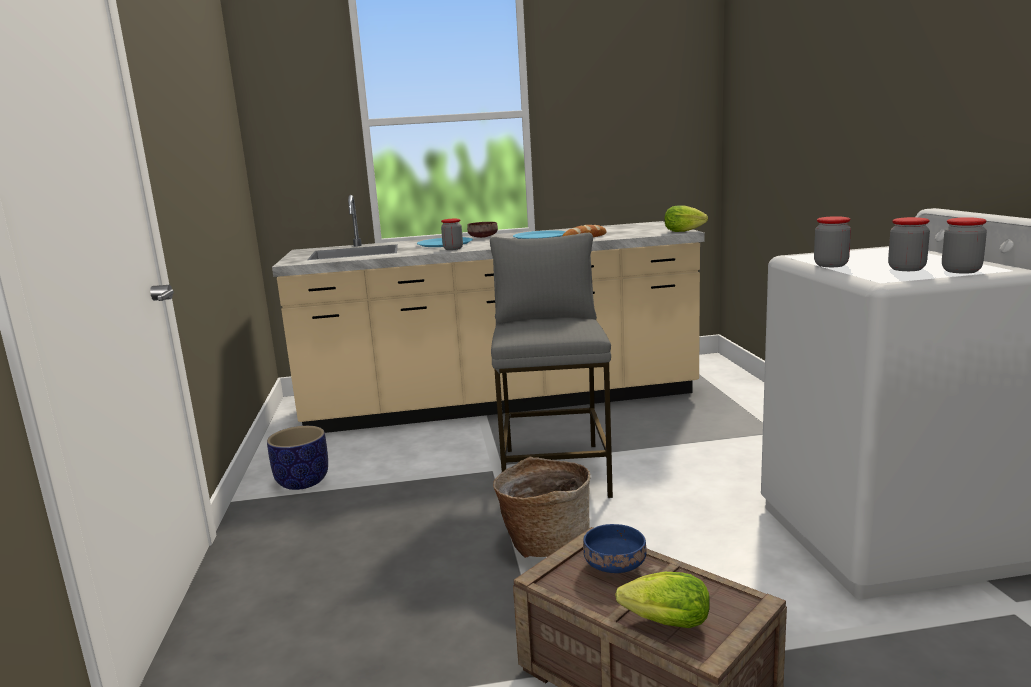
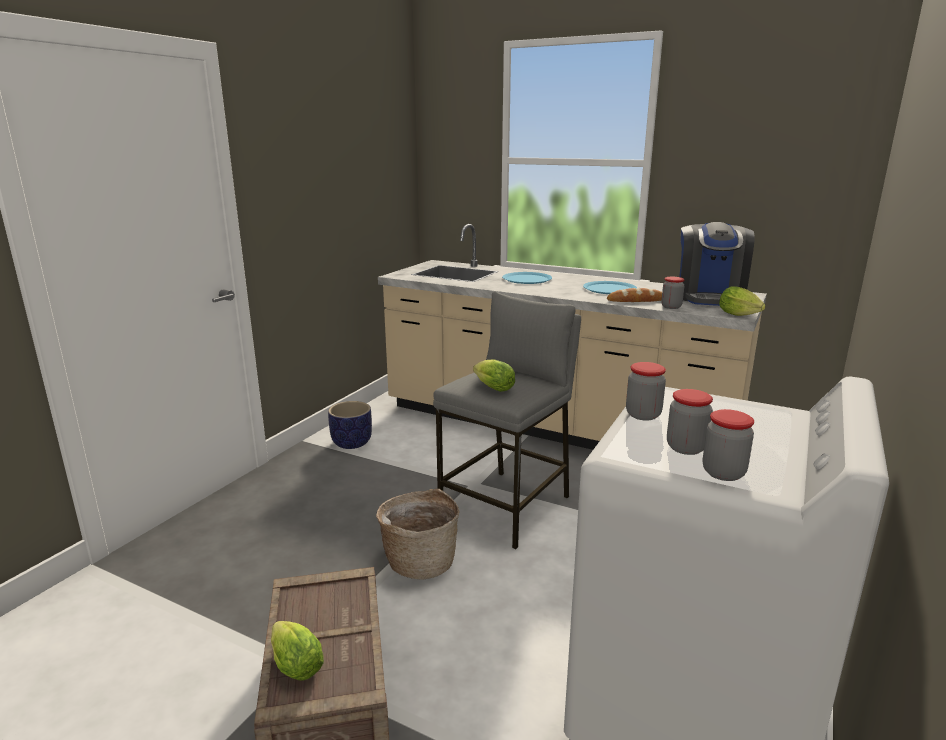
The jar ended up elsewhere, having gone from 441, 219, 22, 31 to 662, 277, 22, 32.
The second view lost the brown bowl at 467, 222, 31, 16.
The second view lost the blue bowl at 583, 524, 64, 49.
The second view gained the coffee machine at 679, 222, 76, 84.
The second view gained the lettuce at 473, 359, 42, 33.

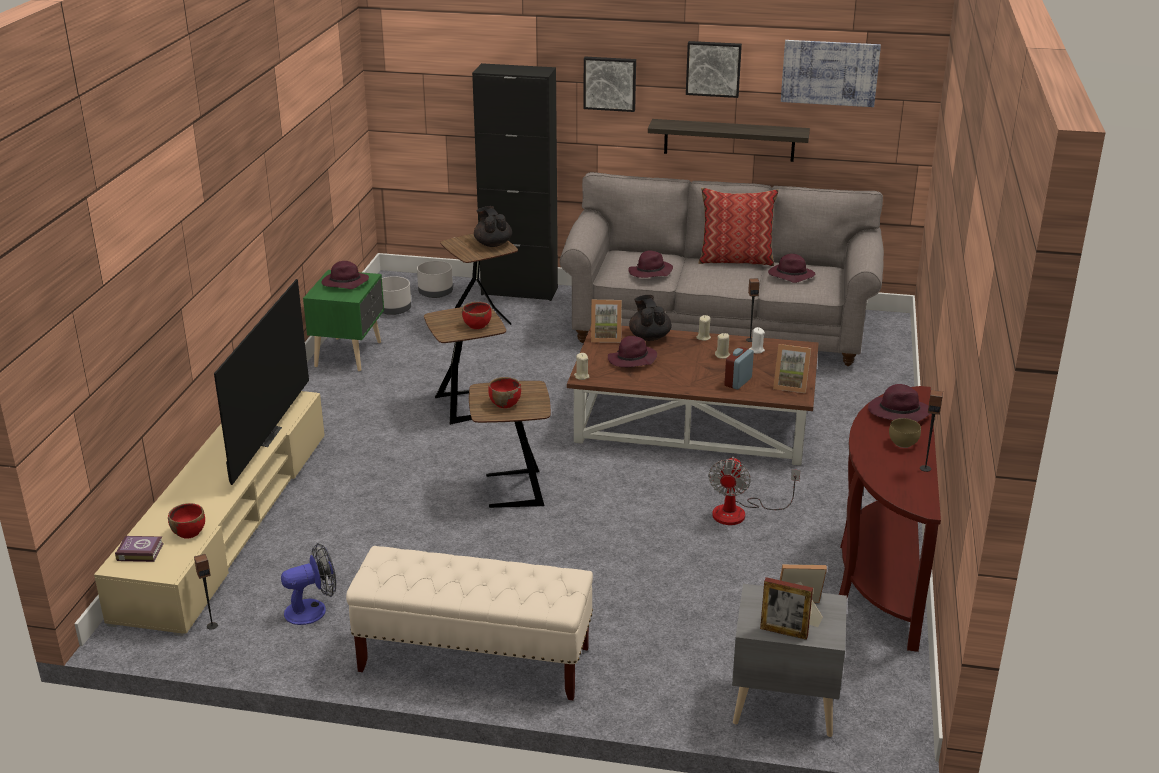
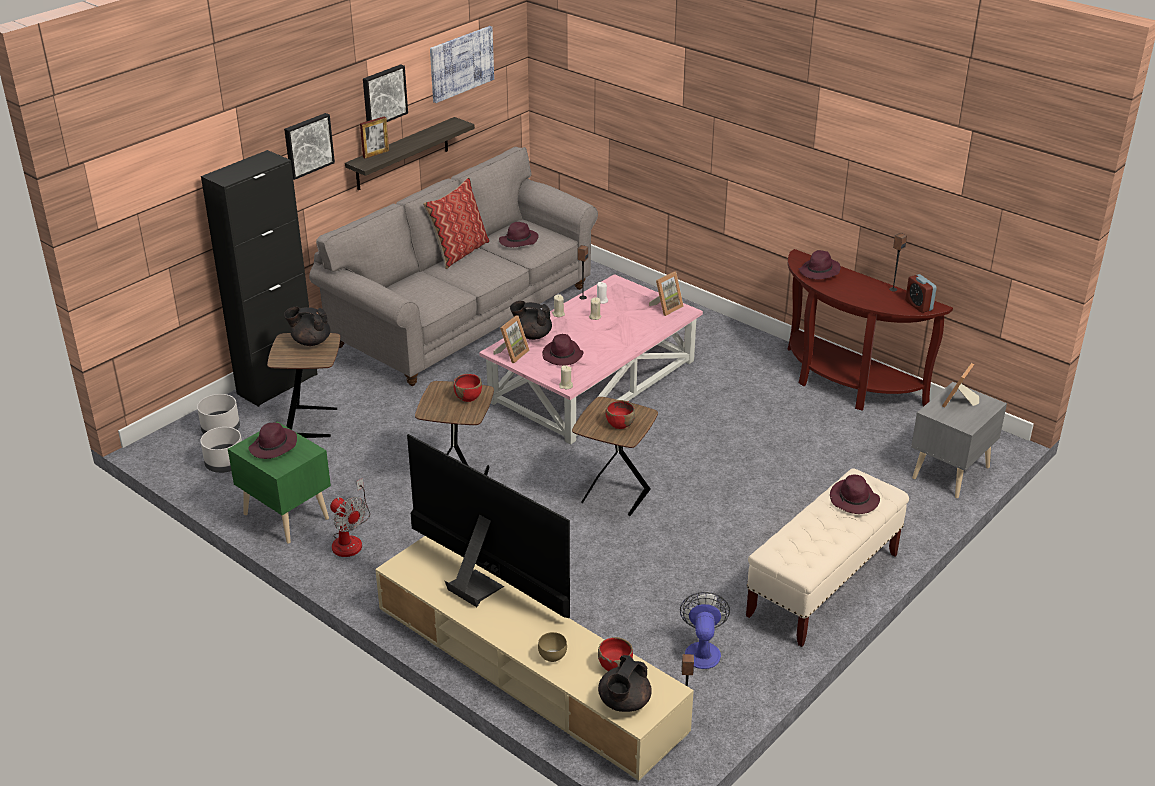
The purple hat ended up elsewhere, having gone from 628, 250, 45, 28 to 830, 474, 50, 40.
What was the brown coffee table at 567, 326, 252, 140 turned into the pink coffee table at 479, 274, 224, 170.
The alarm clock ended up elsewhere, having gone from 724, 347, 30, 42 to 905, 274, 32, 39.
The brown bowl ended up elsewhere, having gone from 889, 418, 32, 30 to 538, 632, 29, 30.
The fan ended up elsewhere, having gone from 708, 457, 93, 68 to 330, 478, 40, 79.
Where the book stood at 115, 536, 49, 26, the black teapot came to stand at 598, 655, 54, 57.
The picture frame ended up elsewhere, having gone from 760, 577, 53, 63 to 360, 116, 29, 42.

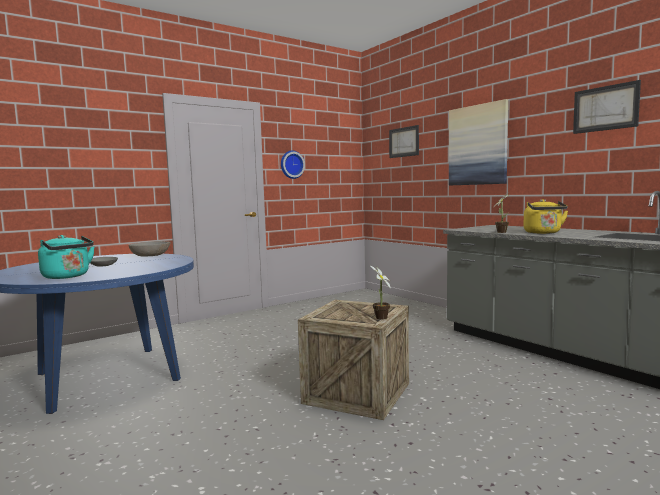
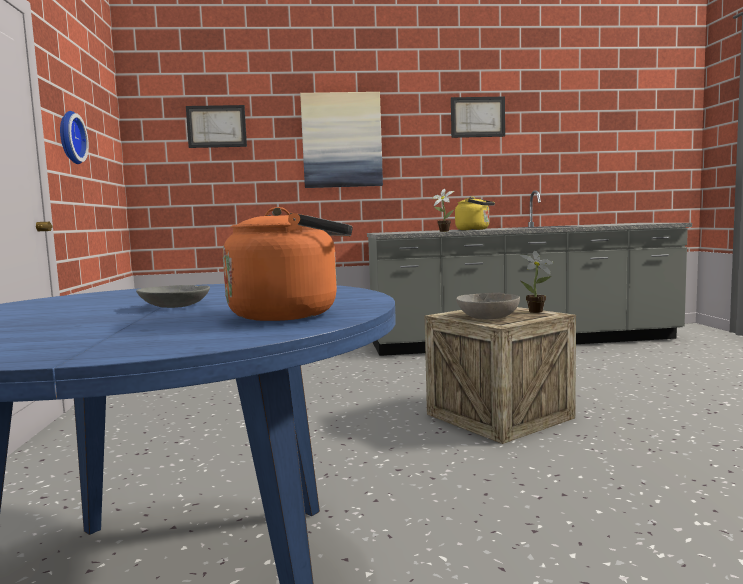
What was the turquoise kettle at 38, 235, 57, 44 turned into the orange kettle at 223, 207, 130, 114.
The grey bowl ended up elsewhere, having gone from 128, 241, 42, 16 to 456, 293, 64, 26.

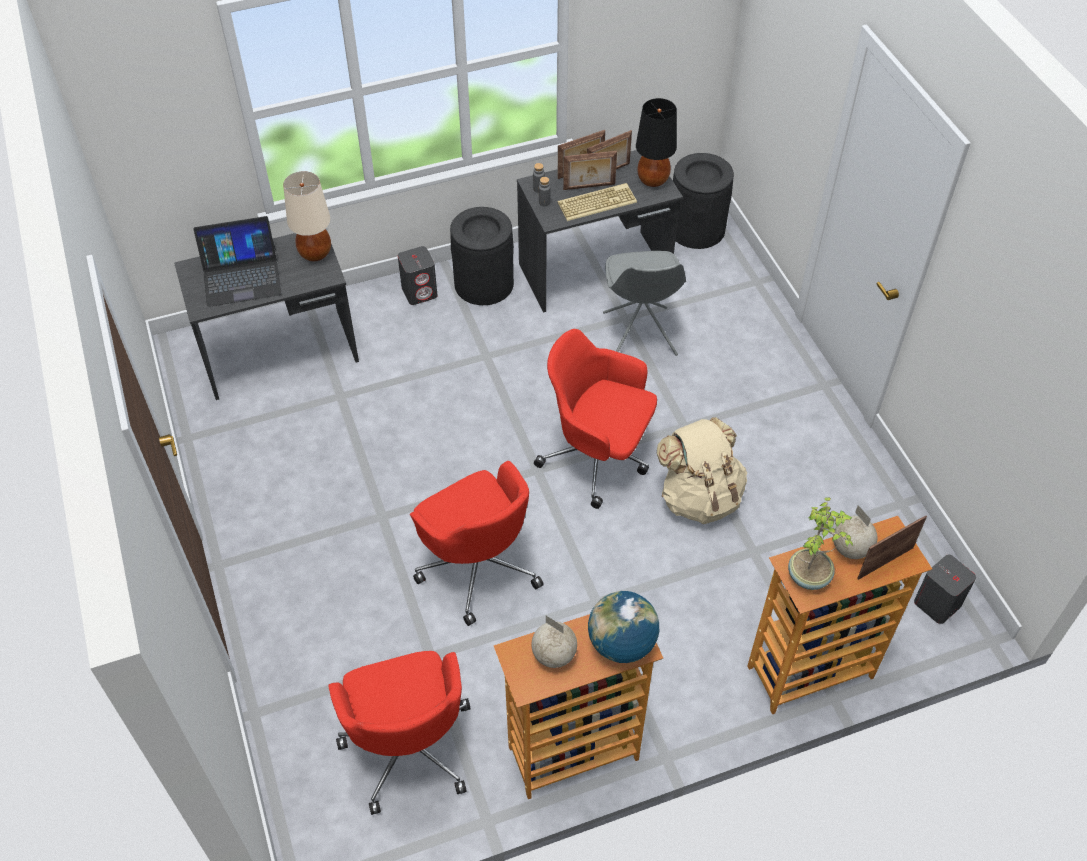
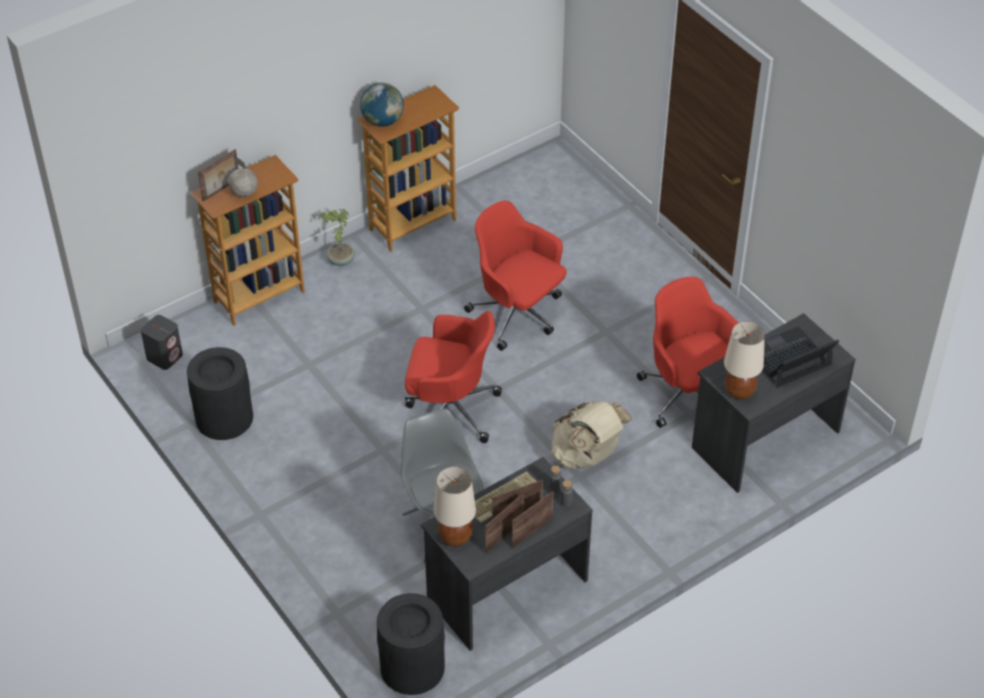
What was the black table lamp at 636, 98, 41, 89 turned into the beige table lamp at 434, 467, 42, 80.
The black trash can ended up elsewhere, having gone from 450, 207, 64, 98 to 187, 347, 66, 93.
The second view lost the grey speaker at 398, 246, 39, 59.
The beige backpack ended up elsewhere, having gone from 657, 417, 90, 107 to 551, 401, 81, 68.
The potted plant ended up elsewhere, having gone from 788, 497, 65, 93 to 321, 209, 34, 57.
The second view lost the globe at 531, 616, 46, 52.
The red office chair ended up elsewhere, having gone from 328, 651, 143, 164 to 637, 277, 102, 151.

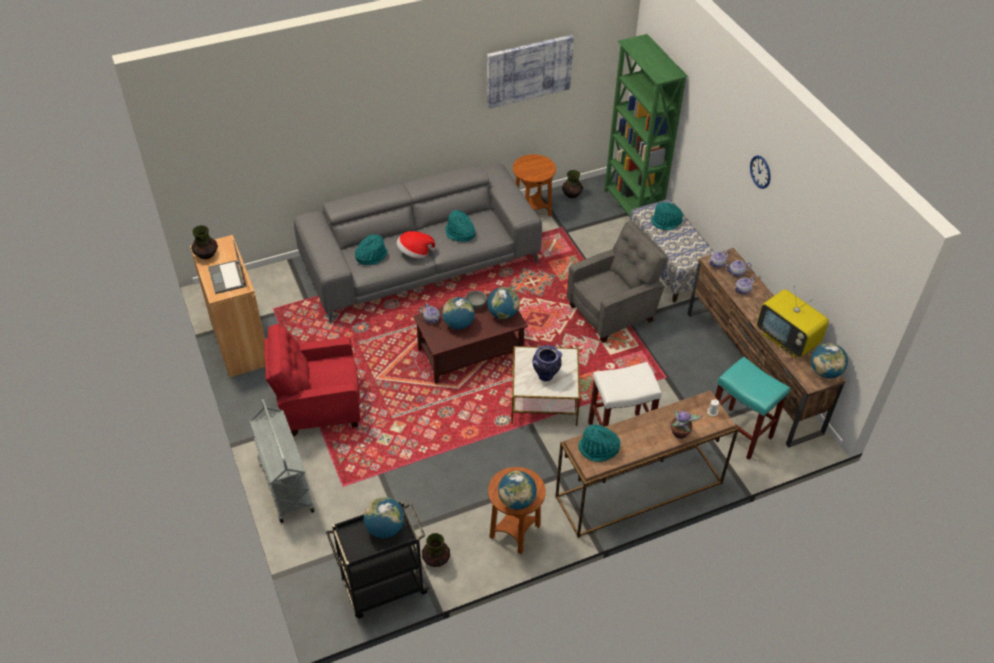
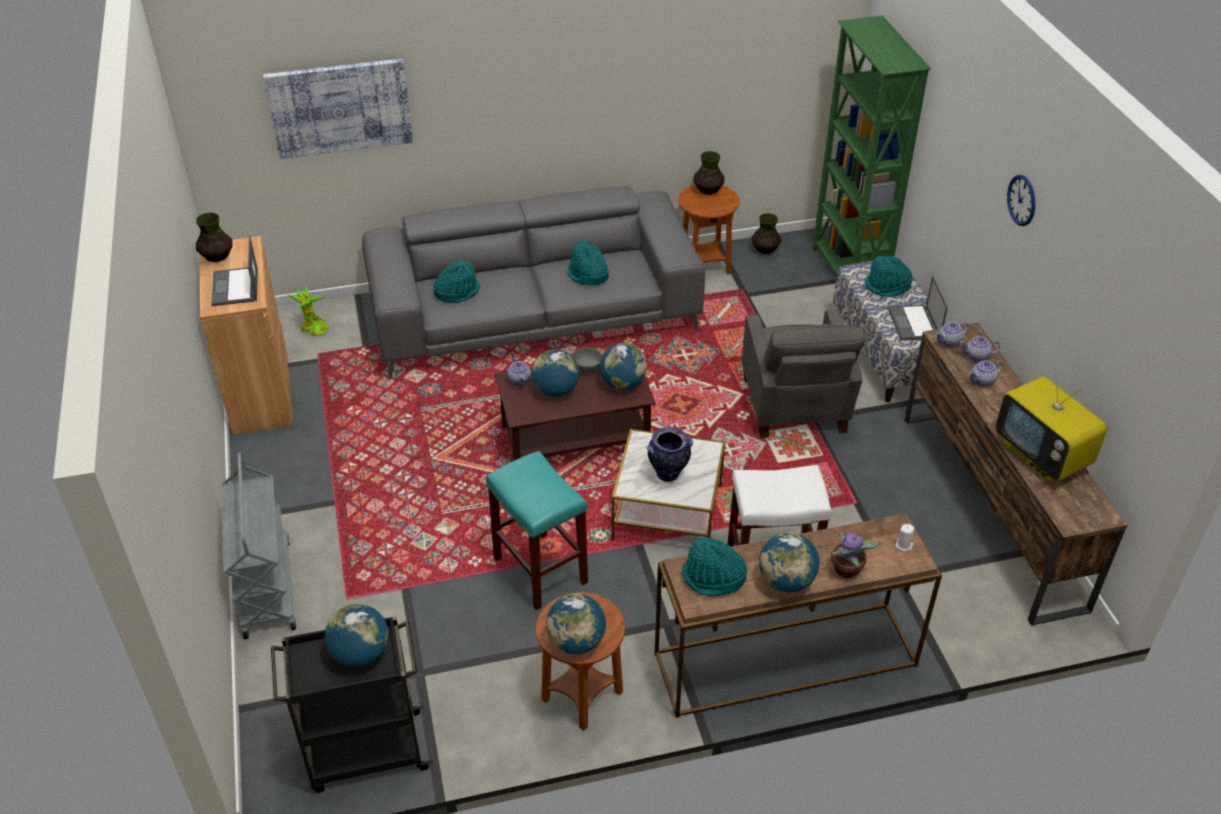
The picture ended up elsewhere, having gone from 487, 35, 87, 74 to 263, 59, 150, 100.
The grey armchair at 567, 221, 101, 122 ended up facing another way, 105 degrees clockwise from before.
The second view lost the hat at 397, 231, 38, 28.
The second view lost the red armchair at 264, 324, 96, 112.
The globe ended up elsewhere, having gone from 811, 343, 37, 35 to 759, 532, 60, 61.
The turquoise stool ended up elsewhere, having gone from 715, 357, 75, 103 to 486, 451, 102, 159.
The vase ended up elsewhere, having gone from 422, 533, 28, 34 to 694, 151, 30, 44.
The second view gained the laptop at 888, 276, 60, 65.
The second view gained the potted plant at 287, 286, 42, 50.

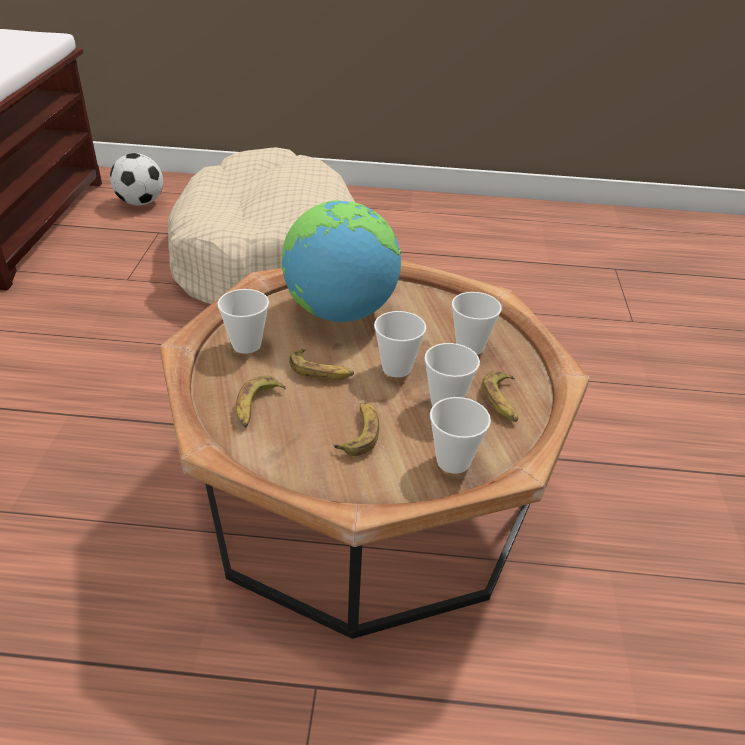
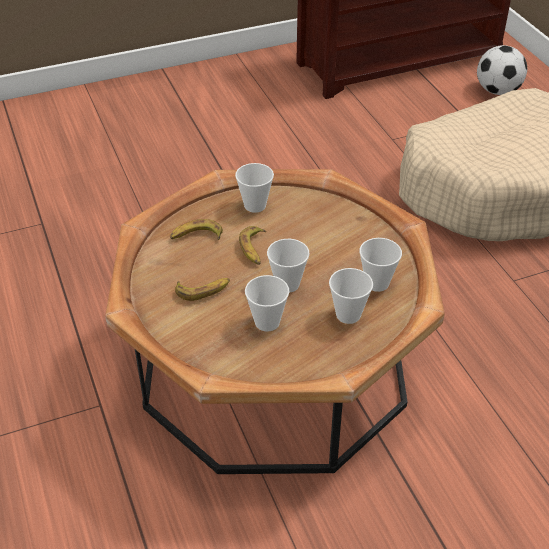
The second view lost the globe at 281, 200, 120, 122.
The second view lost the banana at 482, 371, 36, 51.
The cup ended up elsewhere, having gone from 430, 397, 61, 77 to 359, 238, 43, 54.

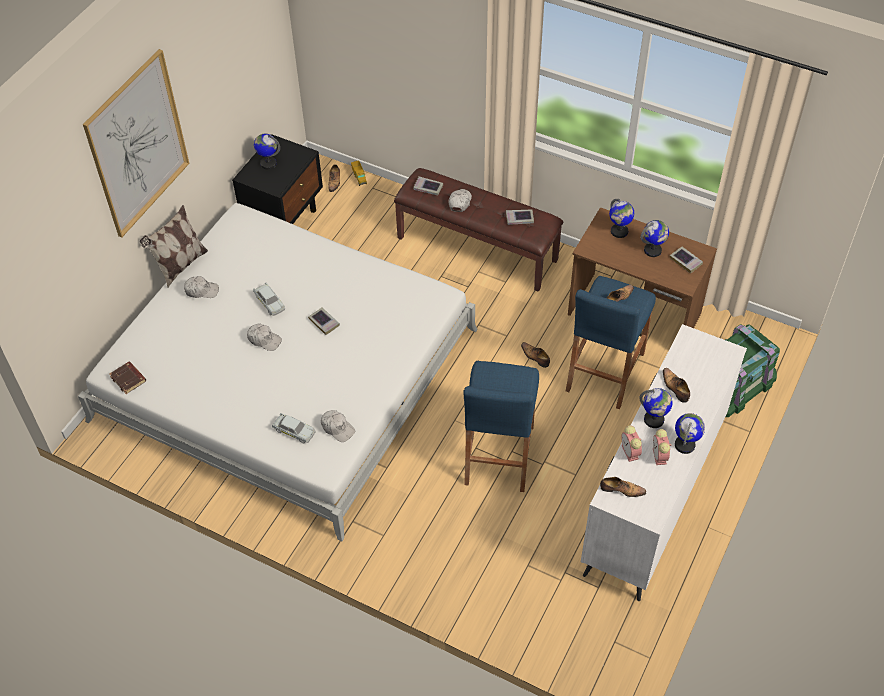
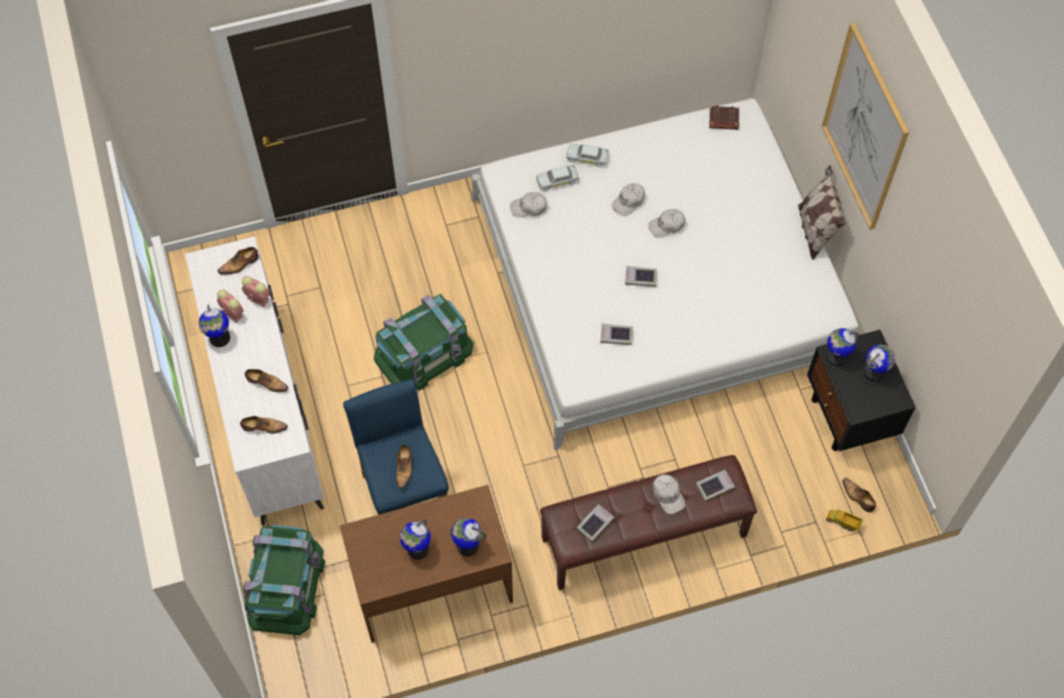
The book ended up elsewhere, having gone from 670, 247, 33, 27 to 600, 323, 33, 22.
The white cap ended up elsewhere, having gone from 184, 276, 35, 22 to 612, 183, 33, 33.
The white toy car ended up elsewhere, having gone from 253, 282, 32, 34 to 566, 144, 43, 23.
The shoe ended up elsewhere, having gone from 521, 342, 29, 26 to 240, 416, 48, 18.
Where the blue stool stood at 463, 361, 76, 131, the green storage box came to stand at 374, 294, 99, 97.
The globe ended up elsewhere, having gone from 640, 388, 32, 40 to 827, 328, 32, 38.

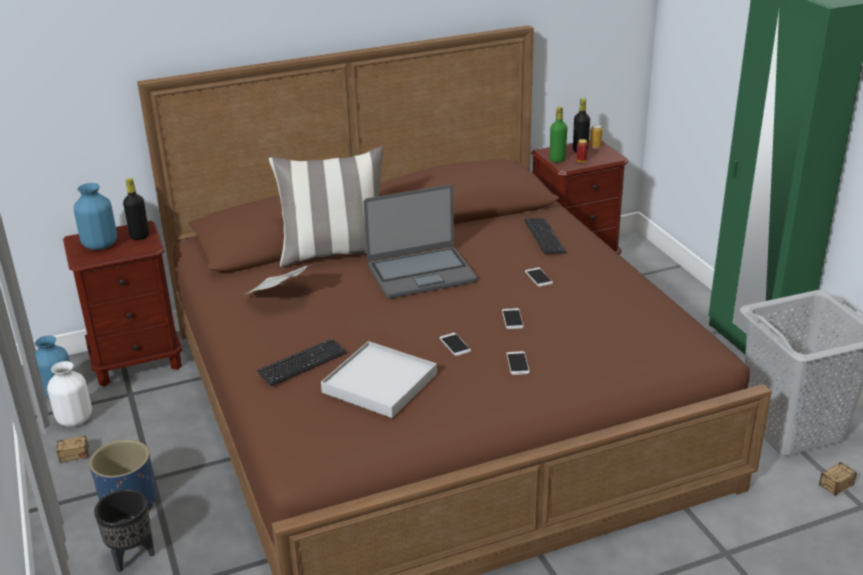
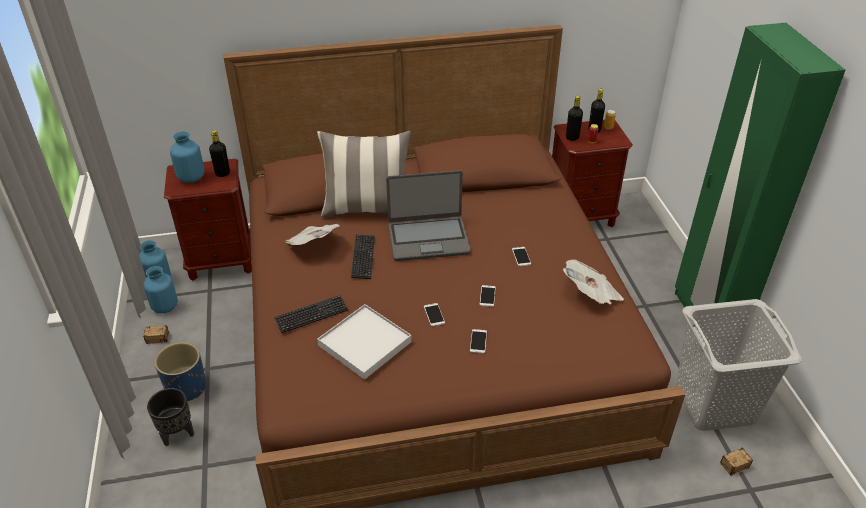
What was the green bottle at 550, 107, 18, 55 turned into the black bottle at 566, 96, 17, 45.
The keyboard ended up elsewhere, having gone from 524, 218, 42, 36 to 351, 235, 24, 44.
What was the white vase at 47, 361, 45, 66 turned into the blue vase at 143, 266, 35, 47.
The second view gained the newspaper at 563, 260, 61, 44.

